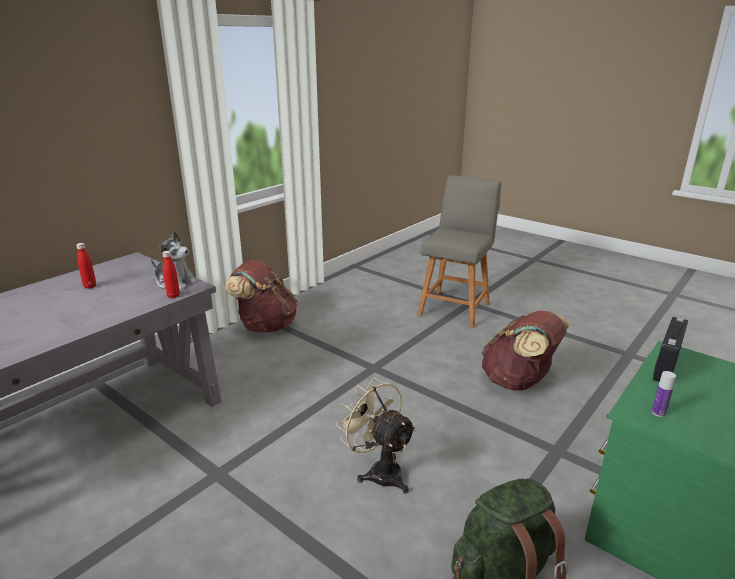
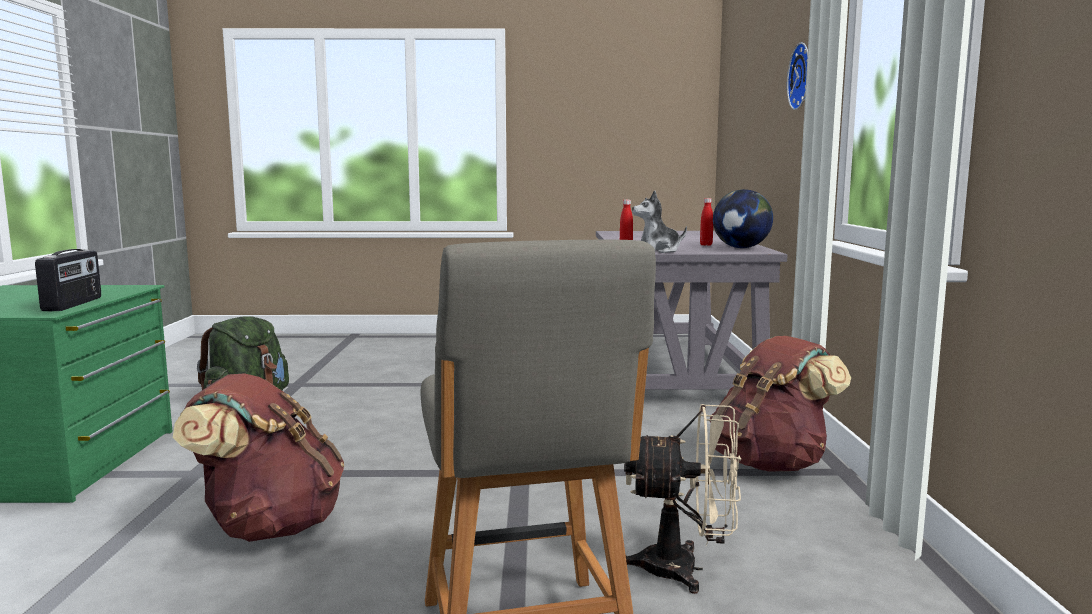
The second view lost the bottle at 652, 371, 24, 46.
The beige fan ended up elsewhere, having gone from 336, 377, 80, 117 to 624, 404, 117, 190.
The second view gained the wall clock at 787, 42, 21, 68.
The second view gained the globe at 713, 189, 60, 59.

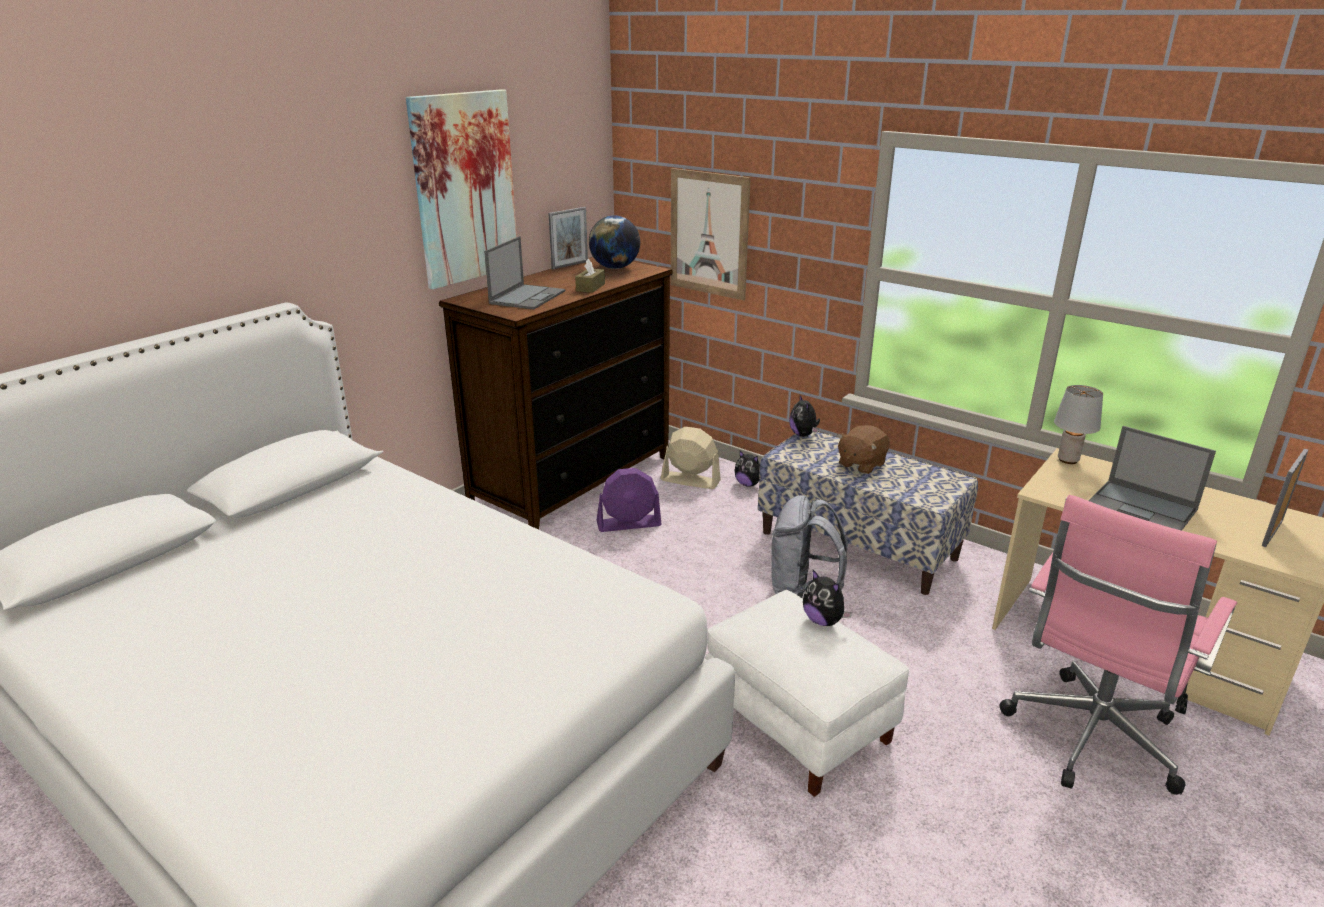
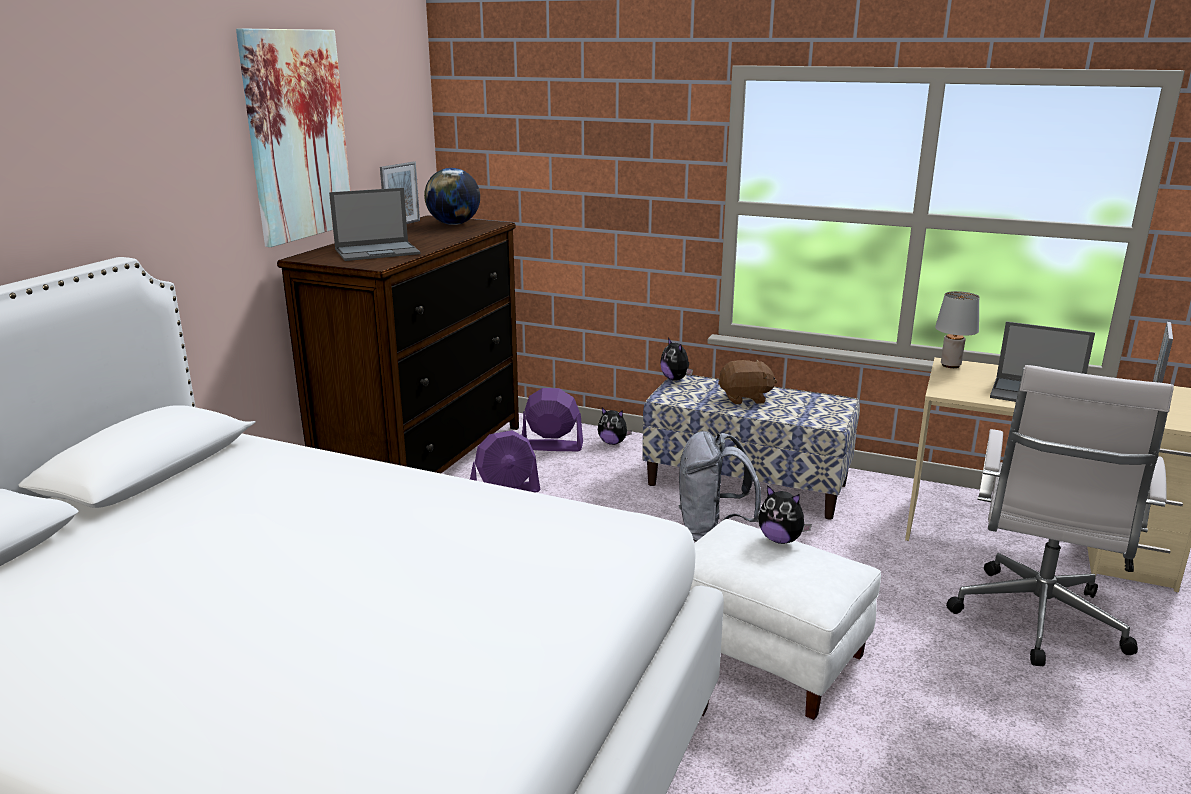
The second view lost the picture at 671, 168, 80, 132.
The laptop at 484, 236, 81, 73 ended up facing another way, 60 degrees clockwise from before.
The second view lost the brown tissue box at 575, 258, 30, 35.
The brown plush toy at 838, 425, 52, 49 ended up facing another way, 120 degrees counterclockwise from before.
What was the beige fan at 660, 427, 61, 62 turned into the purple fan at 522, 388, 61, 63.
What was the pink office chair at 999, 495, 238, 300 turned into the white office chair at 946, 365, 228, 301.

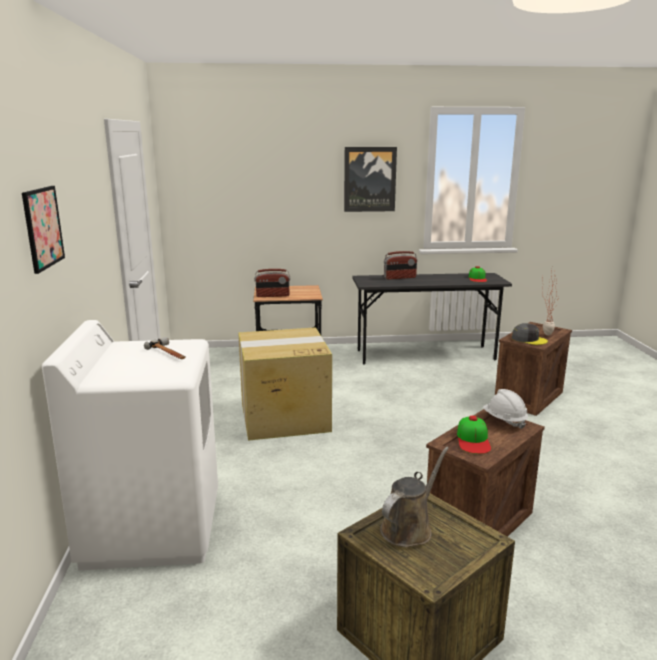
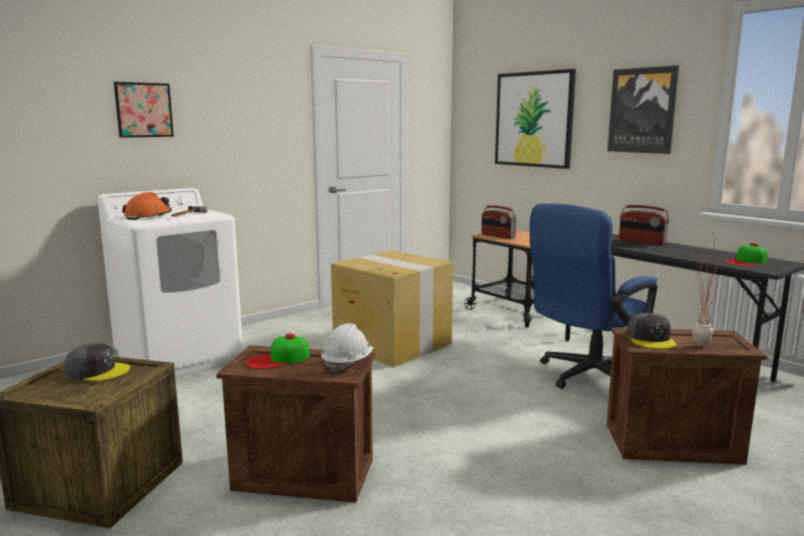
Where the brown watering can stood at 380, 447, 69, 100, the grey cap came to stand at 64, 343, 66, 38.
The second view gained the picture at 495, 69, 81, 100.
The second view gained the orange hard hat at 122, 192, 50, 28.
The second view gained the blue office chair at 528, 203, 130, 186.

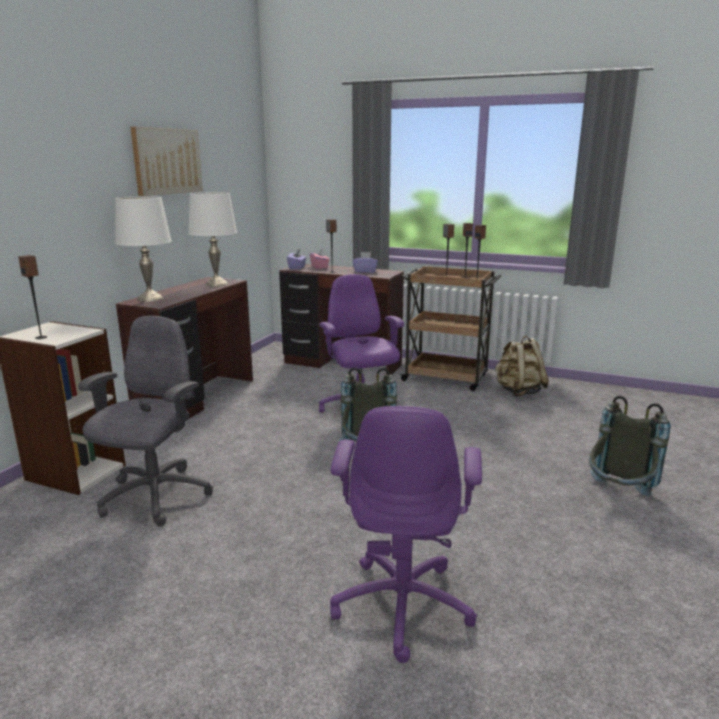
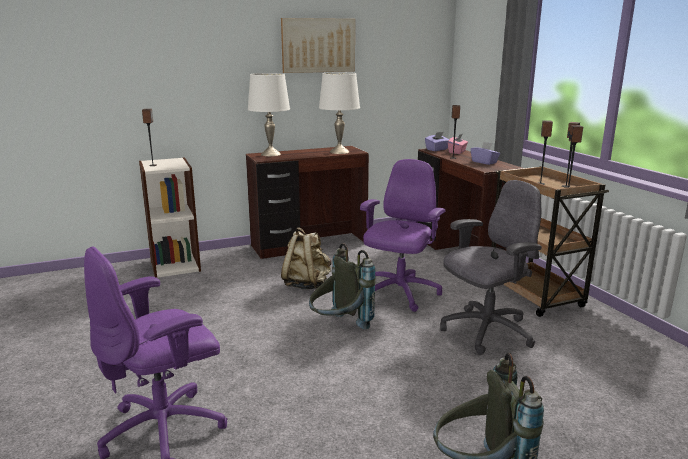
The grey office chair ended up elsewhere, having gone from 78, 316, 135, 210 to 440, 180, 102, 175.
The beige backpack ended up elsewhere, having gone from 495, 336, 54, 60 to 281, 227, 50, 63.

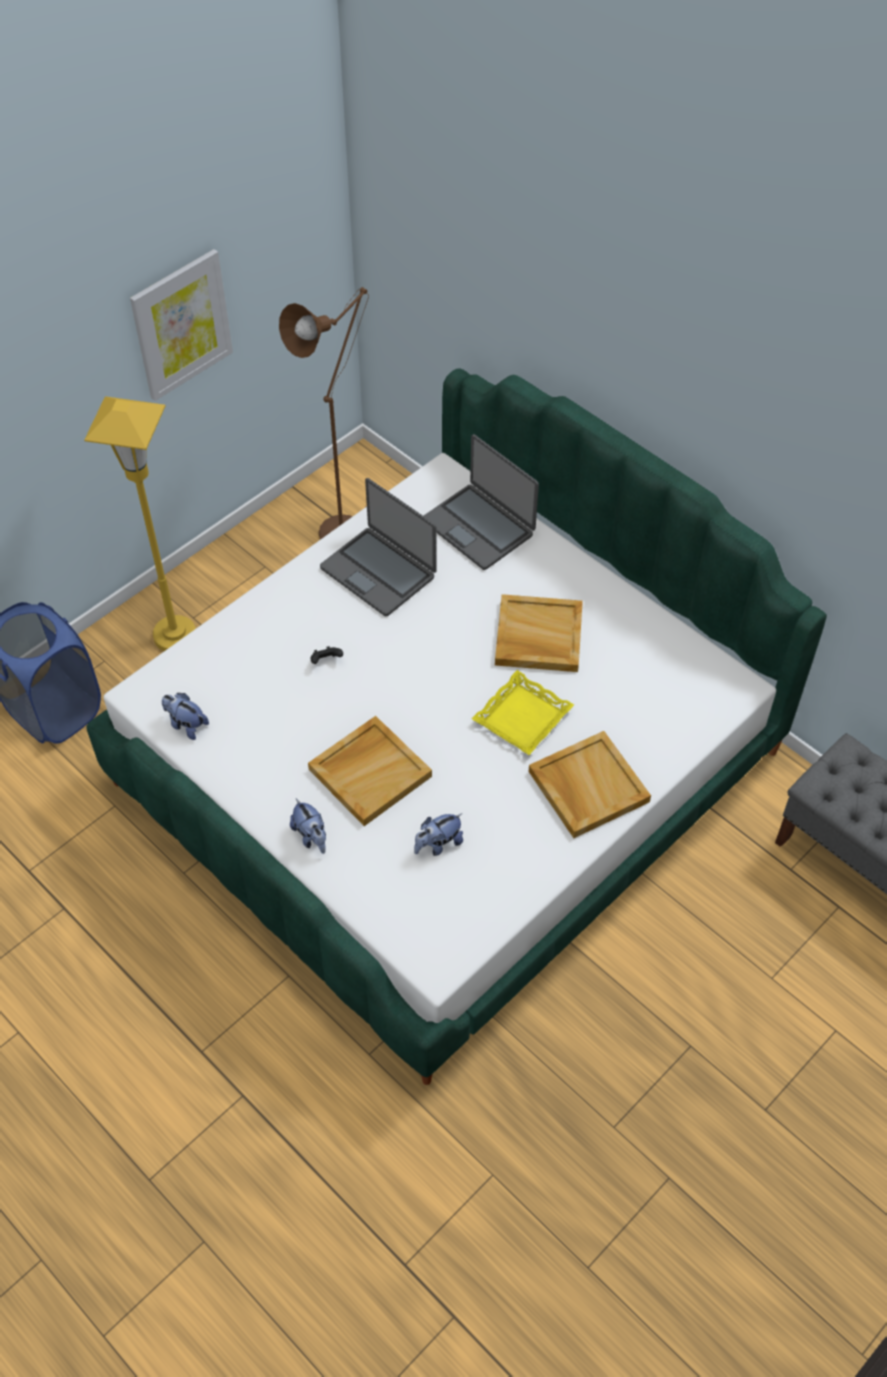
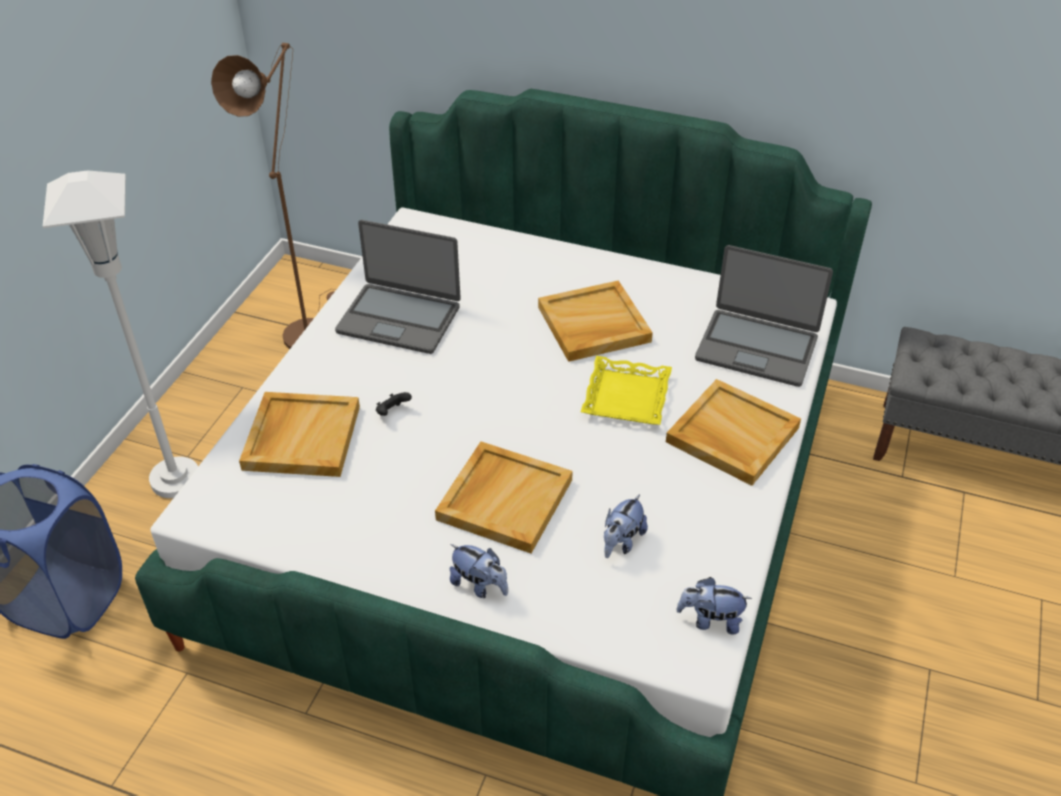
The second view lost the picture at 130, 249, 103, 152.
What was the yellow floor lamp at 84, 396, 112, 255 turned into the white floor lamp at 43, 170, 155, 328.
The laptop ended up elsewhere, having gone from 424, 434, 115, 136 to 695, 245, 138, 142.
The plush toy ended up elsewhere, having gone from 162, 693, 47, 47 to 676, 577, 76, 58.
The second view gained the beige tray at 239, 392, 121, 85.

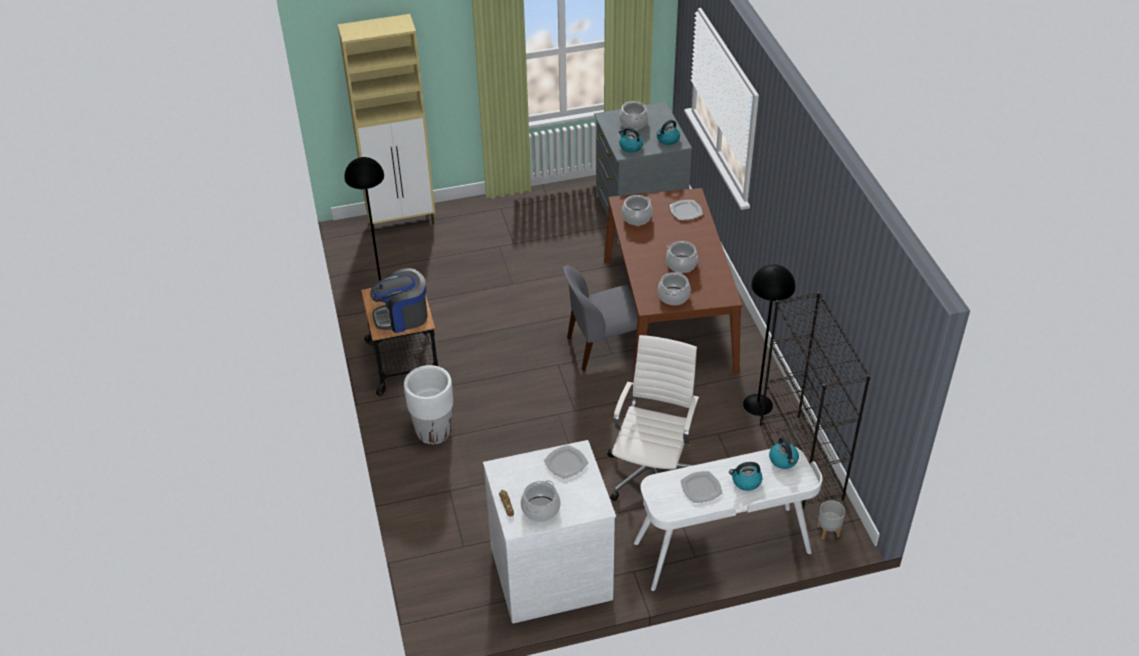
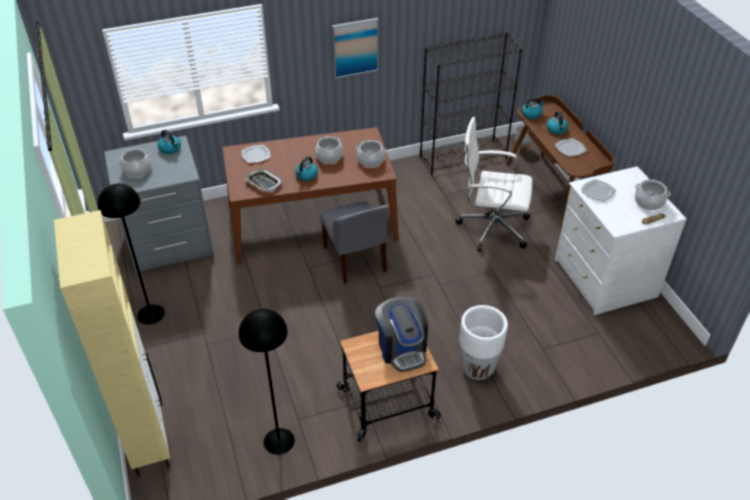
The kettle ended up elsewhere, having gone from 619, 127, 24, 26 to 295, 156, 23, 25.
Where the cooking pot stood at 622, 195, 31, 30, the tray came to stand at 244, 169, 38, 23.
The black floor lamp ended up elsewhere, having gone from 743, 264, 52, 152 to 97, 184, 68, 141.
What was the white desk at 634, 447, 189, 144 turned into the brown desk at 506, 95, 109, 138.
The second view gained the picture at 332, 18, 47, 61.

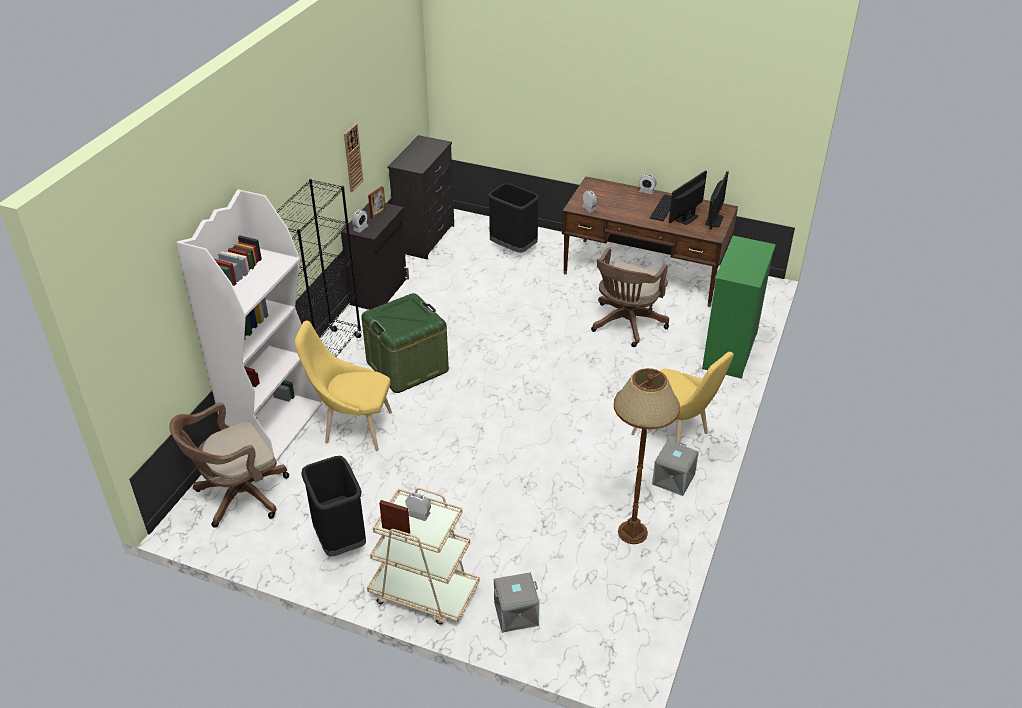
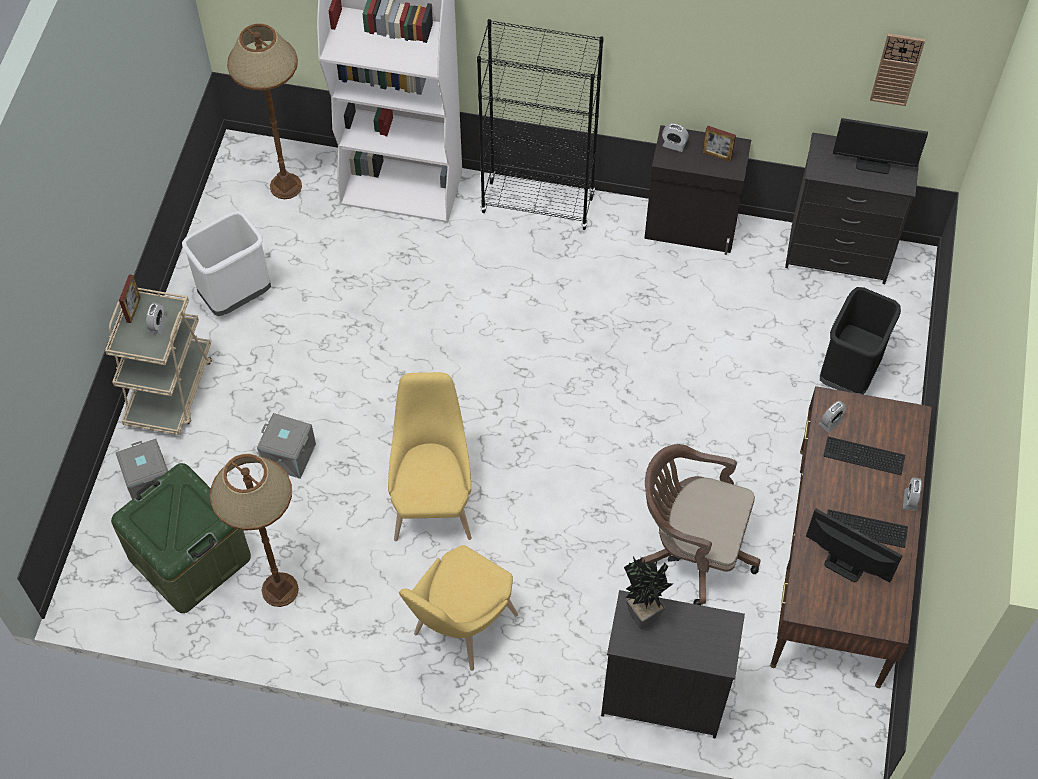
The wall clock ended up elsewhere, having gone from 344, 123, 19, 69 to 870, 34, 55, 72.
The monitor ended up elsewhere, having gone from 705, 171, 24, 59 to 833, 118, 95, 56.
What was the green dresser at 702, 236, 74, 143 turned into the black dresser at 601, 590, 144, 149.
The green storage box ended up elsewhere, having gone from 361, 293, 88, 100 to 111, 463, 140, 150.
The yellow chair ended up elsewhere, having gone from 295, 321, 97, 130 to 388, 372, 84, 170.
Where the brown office chair stood at 169, 402, 120, 126, the brown floor lamp came to stand at 227, 23, 75, 176.
The grey storage box ended up elsewhere, having gone from 652, 440, 47, 56 to 257, 413, 59, 66.
What was the black trash can at 301, 456, 65, 101 turned into the white trash can at 182, 211, 89, 105.
The second view gained the keyboard at 823, 437, 82, 38.
The second view gained the potted plant at 624, 557, 50, 73.

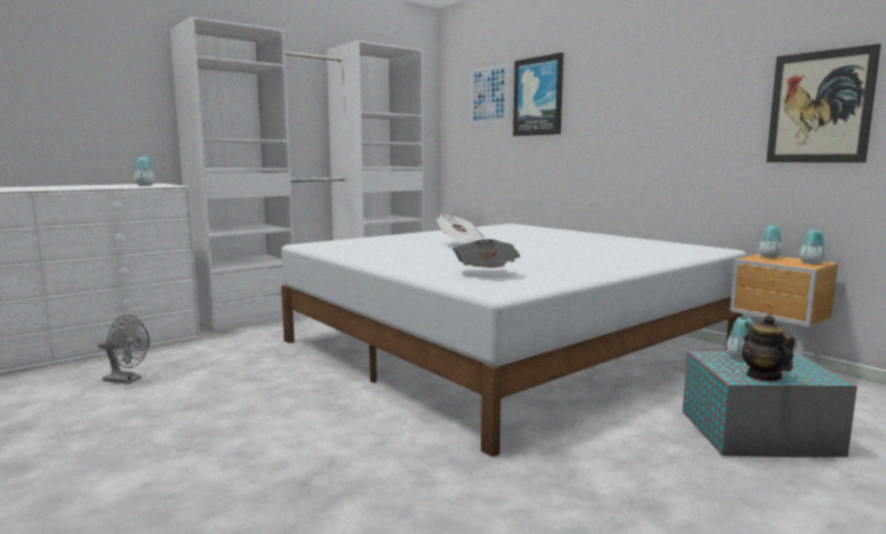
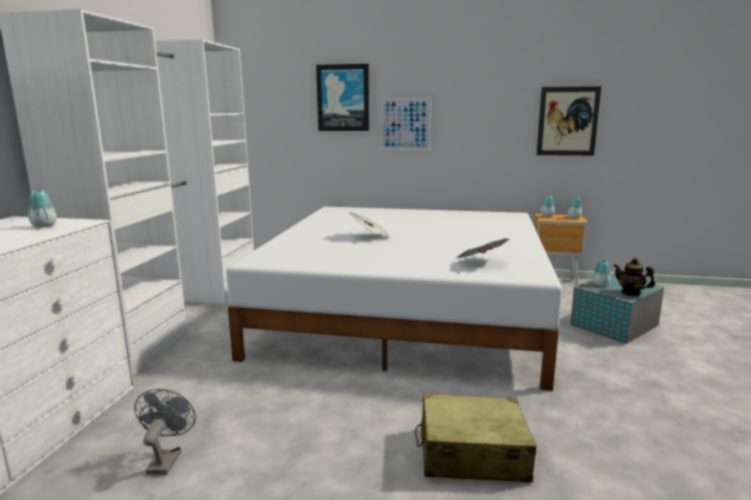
The picture ended up elsewhere, having gone from 471, 64, 38, 60 to 381, 98, 50, 52.
The grey fan at 98, 315, 52, 69 ended up facing another way, 60 degrees counterclockwise from before.
The second view gained the beige suitcase at 415, 393, 121, 90.

